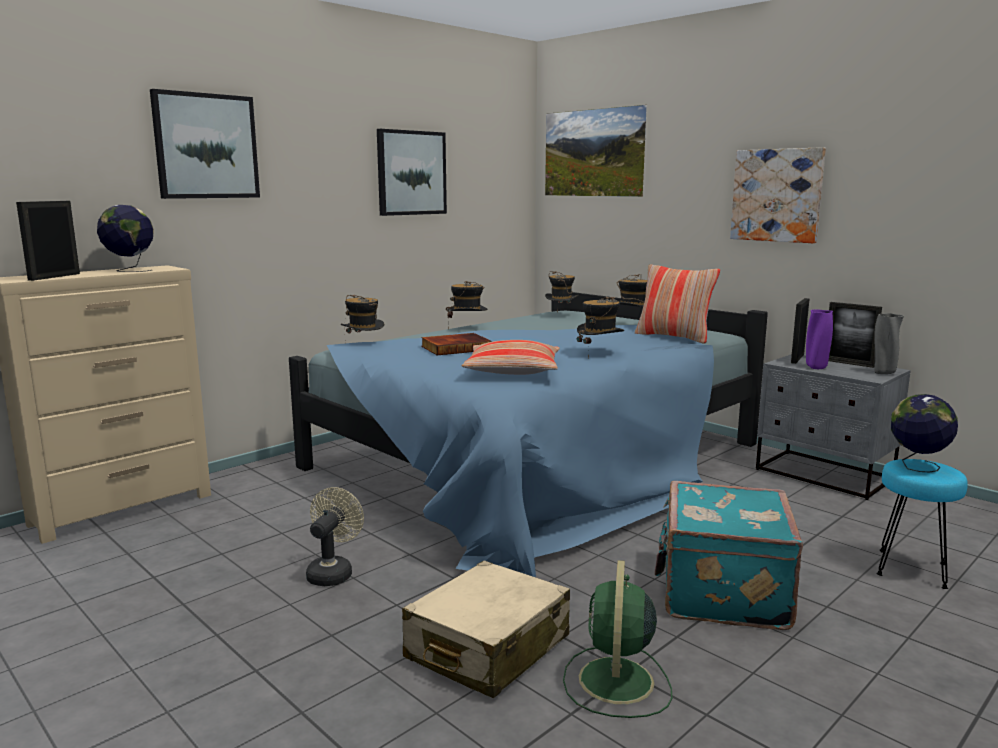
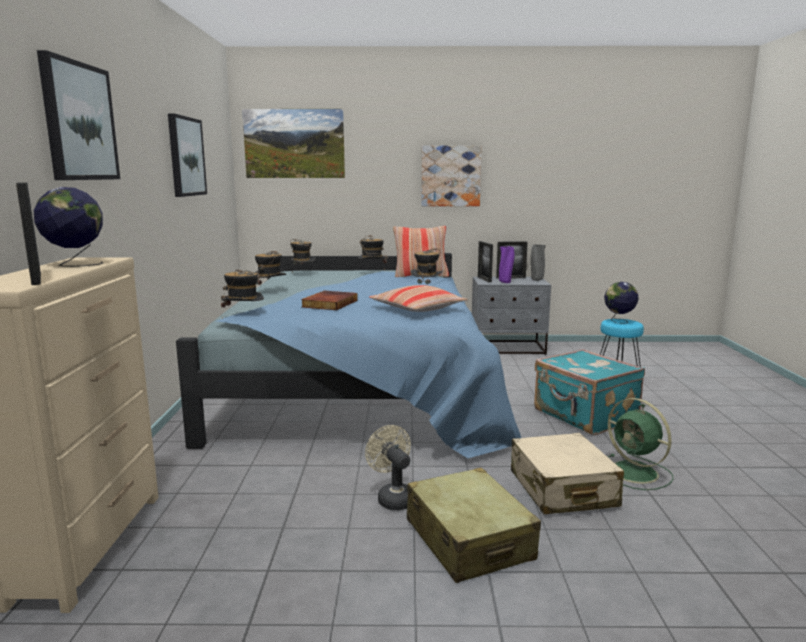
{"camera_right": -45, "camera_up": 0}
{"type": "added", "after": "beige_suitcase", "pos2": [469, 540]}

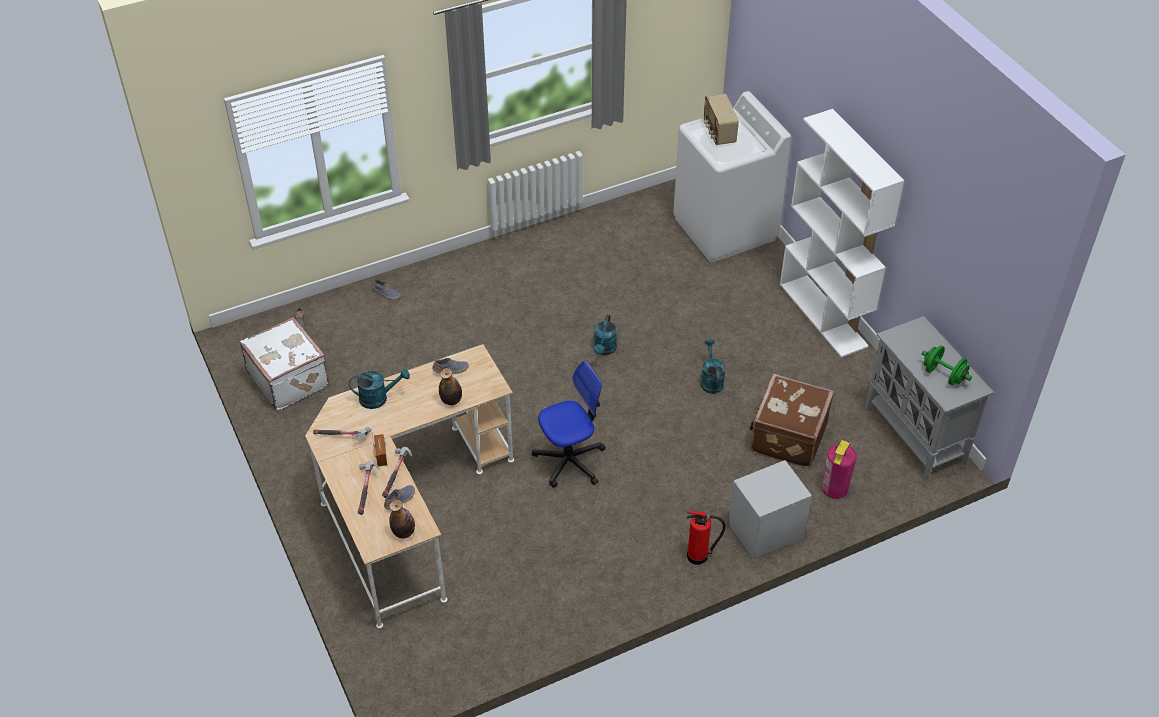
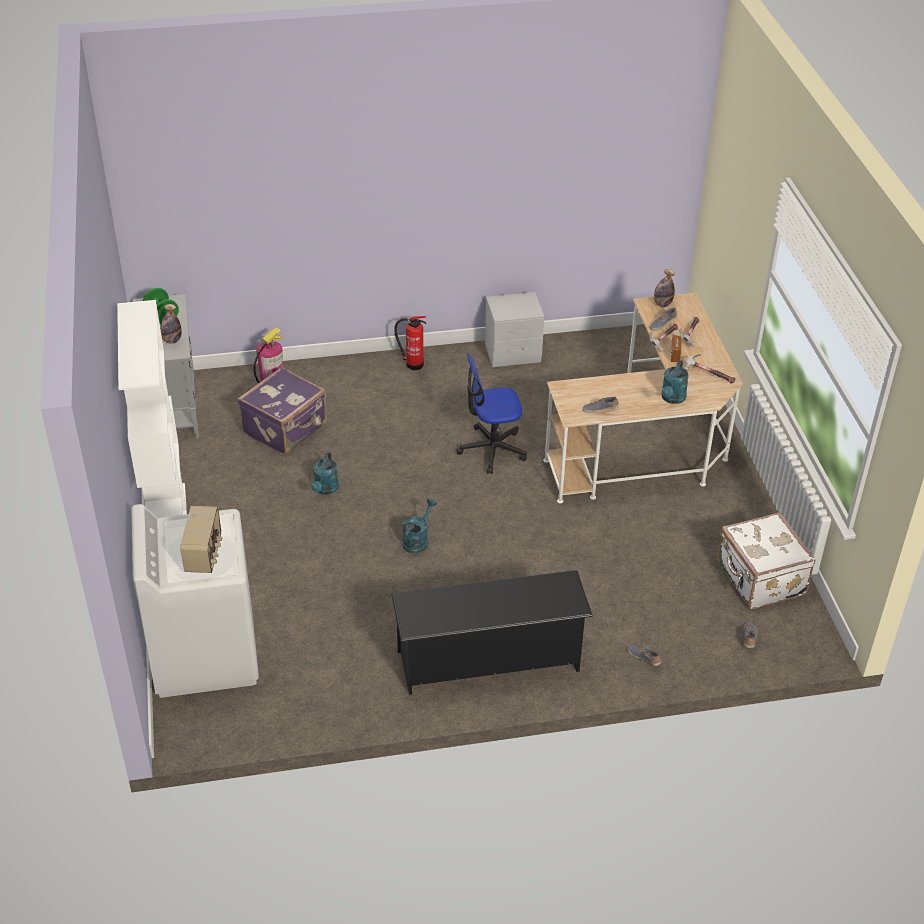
{"camera_right": -165, "camera_up": -5}
{"type": "turned", "before": "turquoise_watering_can", "pos1": [379, 398], "pos2": [672, 399], "turn": -75}
{"type": "moved", "before": "bottle", "pos1": [451, 400], "pos2": [172, 340]}
{"type": "recoloured", "before": "brown_suitcase", "after": "purple_suitcase", "pos1": [787, 437], "pos2": [286, 429]}
{"type": "moved", "before": "grey_nightstand", "pos1": [765, 530], "pos2": [512, 353]}
{"type": "added", "after": "black_shoe_rack", "pos2": [489, 661]}

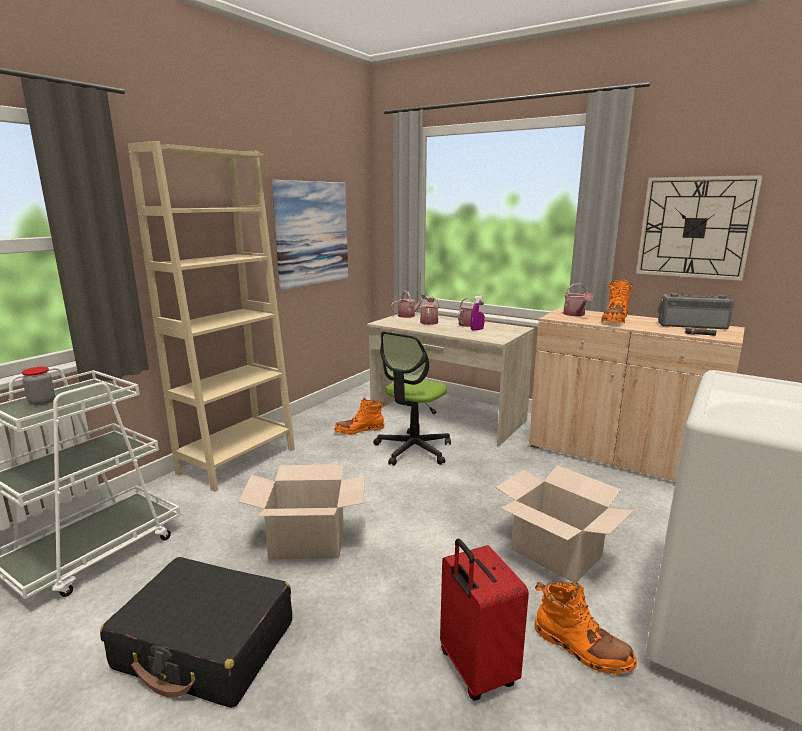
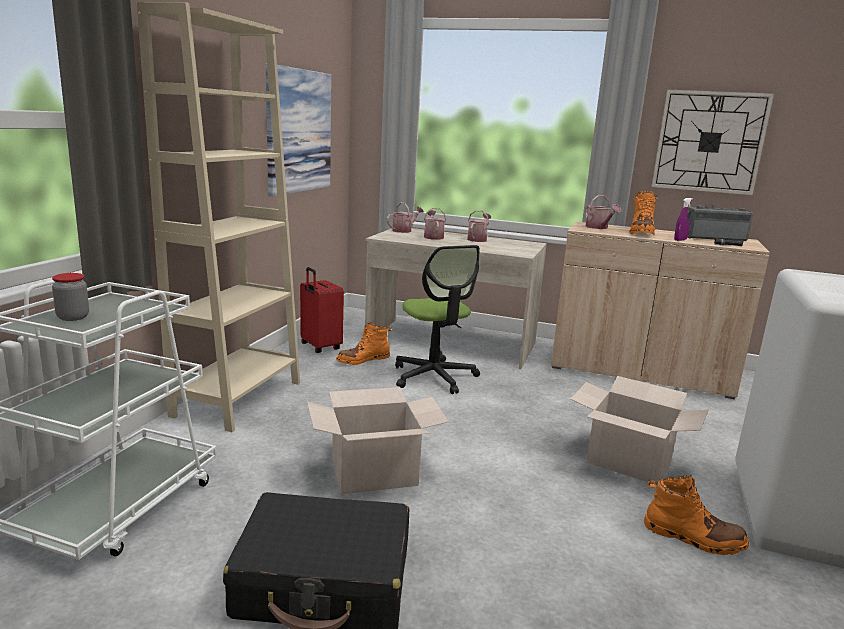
{"camera_right": -15, "camera_up": 0}
{"type": "moved", "before": "purple_spray_bottle", "pos1": [477, 329], "pos2": [680, 240]}
{"type": "turned", "before": "office_chair", "pos1": [413, 449], "pos2": [434, 377], "turn": -45}
{"type": "moved", "before": "red_suitcase", "pos1": [475, 670], "pos2": [319, 347]}

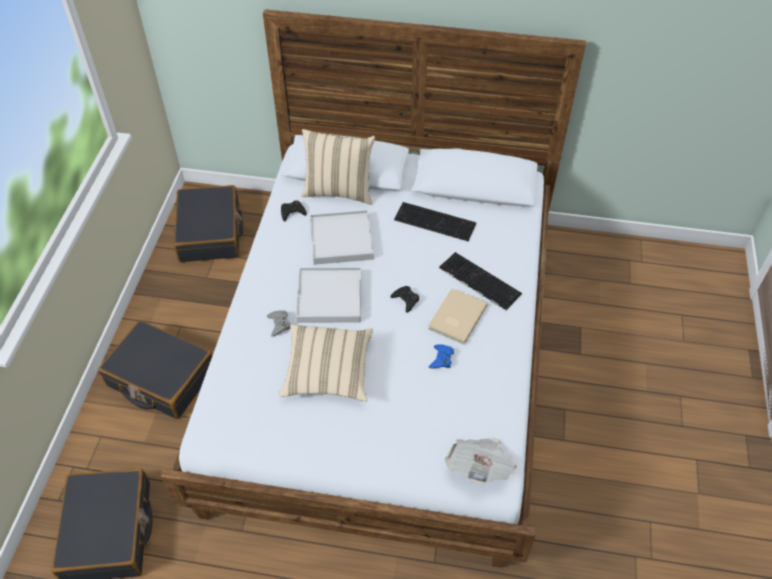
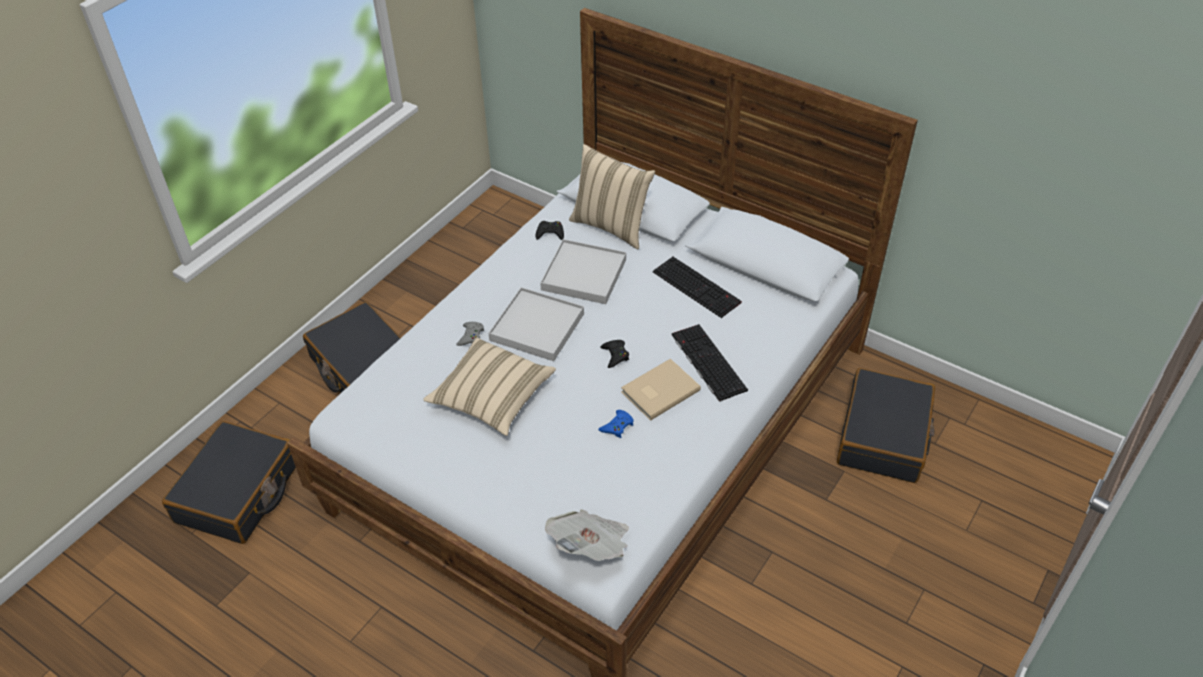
{"camera_right": 25, "camera_up": -5}
{"type": "moved", "before": "black_suitcase", "pos1": [210, 232], "pos2": [884, 436]}

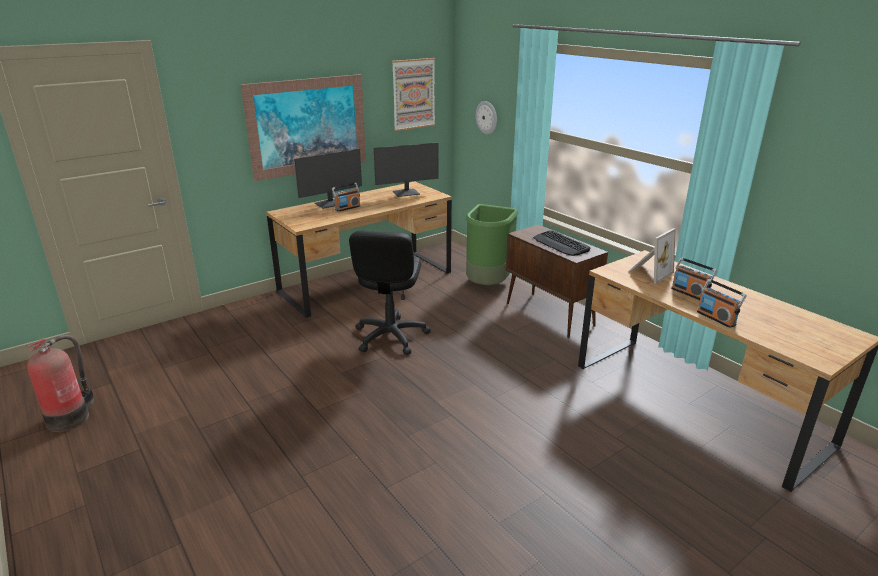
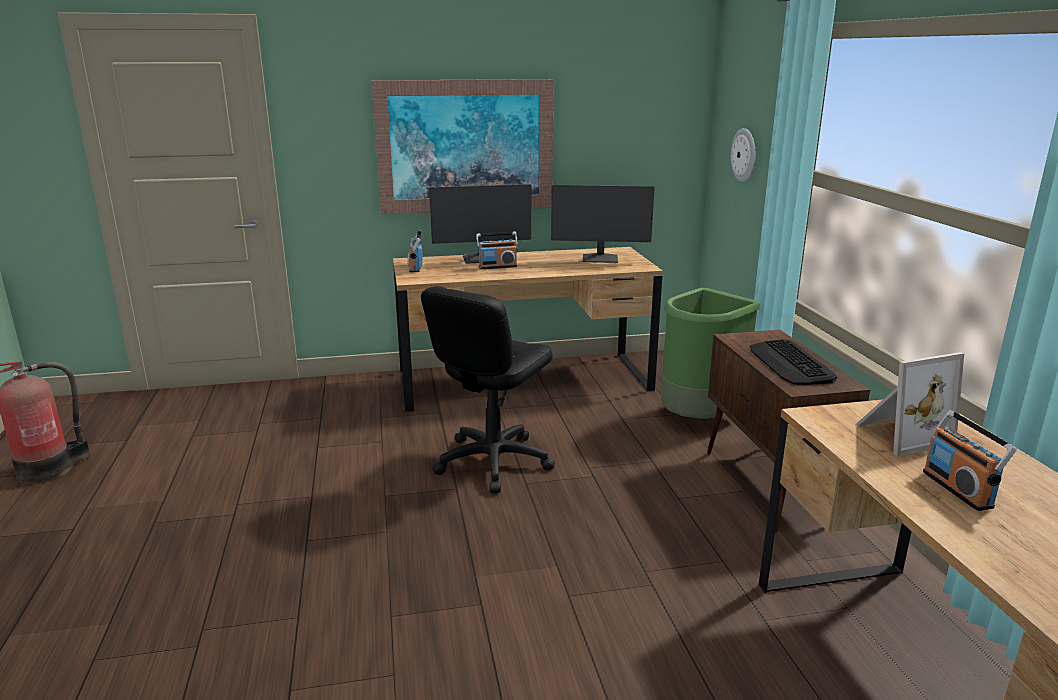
{"camera_right": 25, "camera_up": -5}
{"type": "removed", "before": "picture", "pos1": [413, 94]}
{"type": "moved", "before": "radio", "pos1": [716, 318], "pos2": [415, 267]}

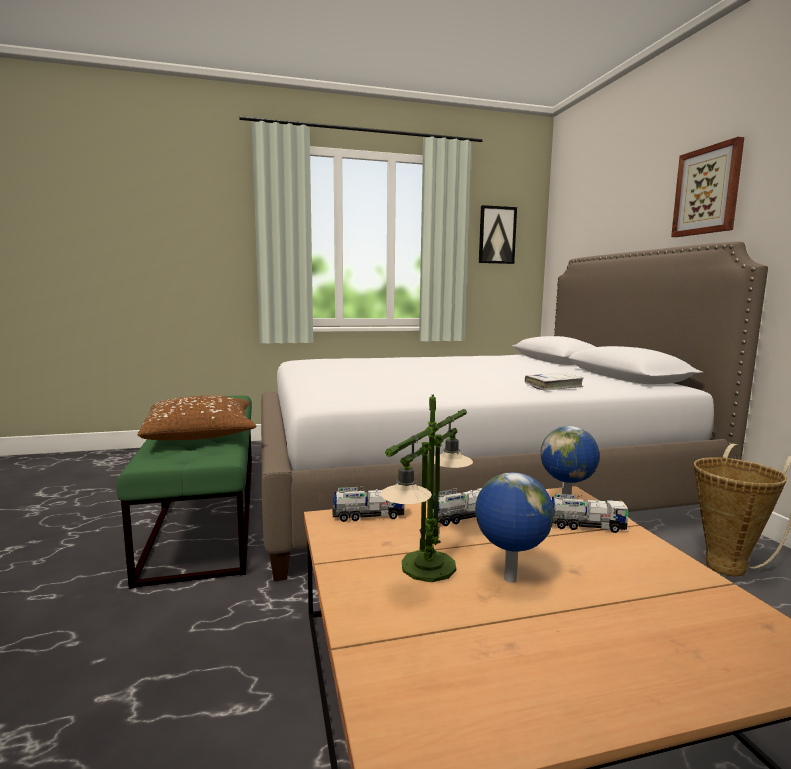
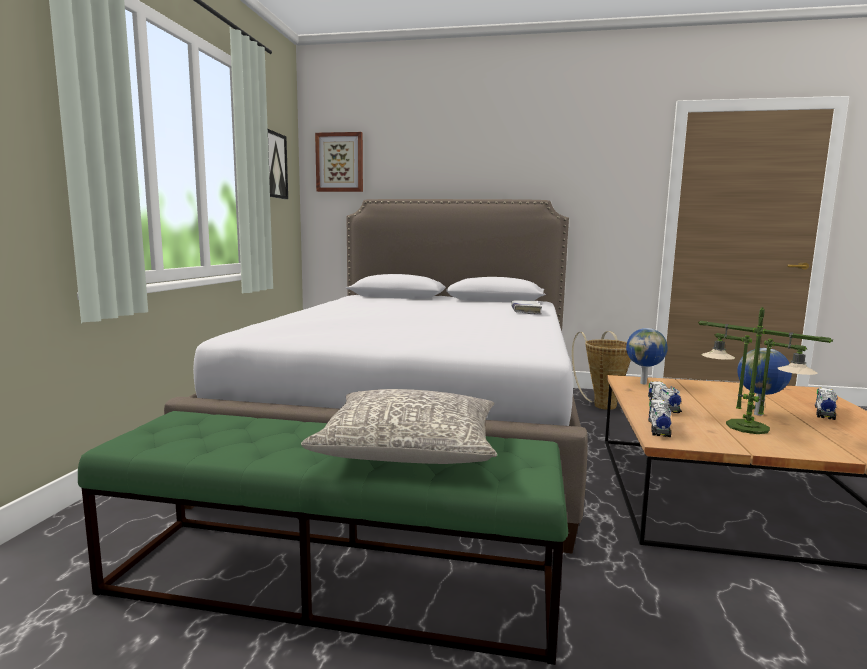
{"camera_right": -65, "camera_up": 0}
{"type": "moved", "before": "picture", "pos1": [707, 191], "pos2": [340, 162]}
{"type": "recoloured", "before": "brown_pillow", "after": "grey_pillow", "pos1": [201, 435], "pos2": [409, 448]}
{"type": "moved", "before": "toy_truck", "pos1": [586, 526], "pos2": [824, 413]}

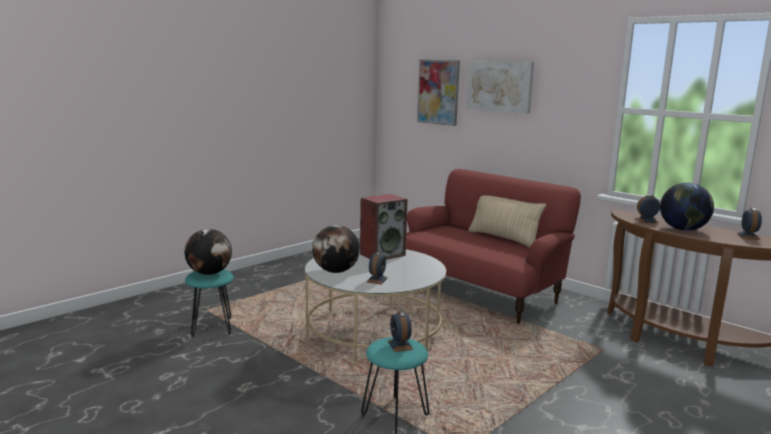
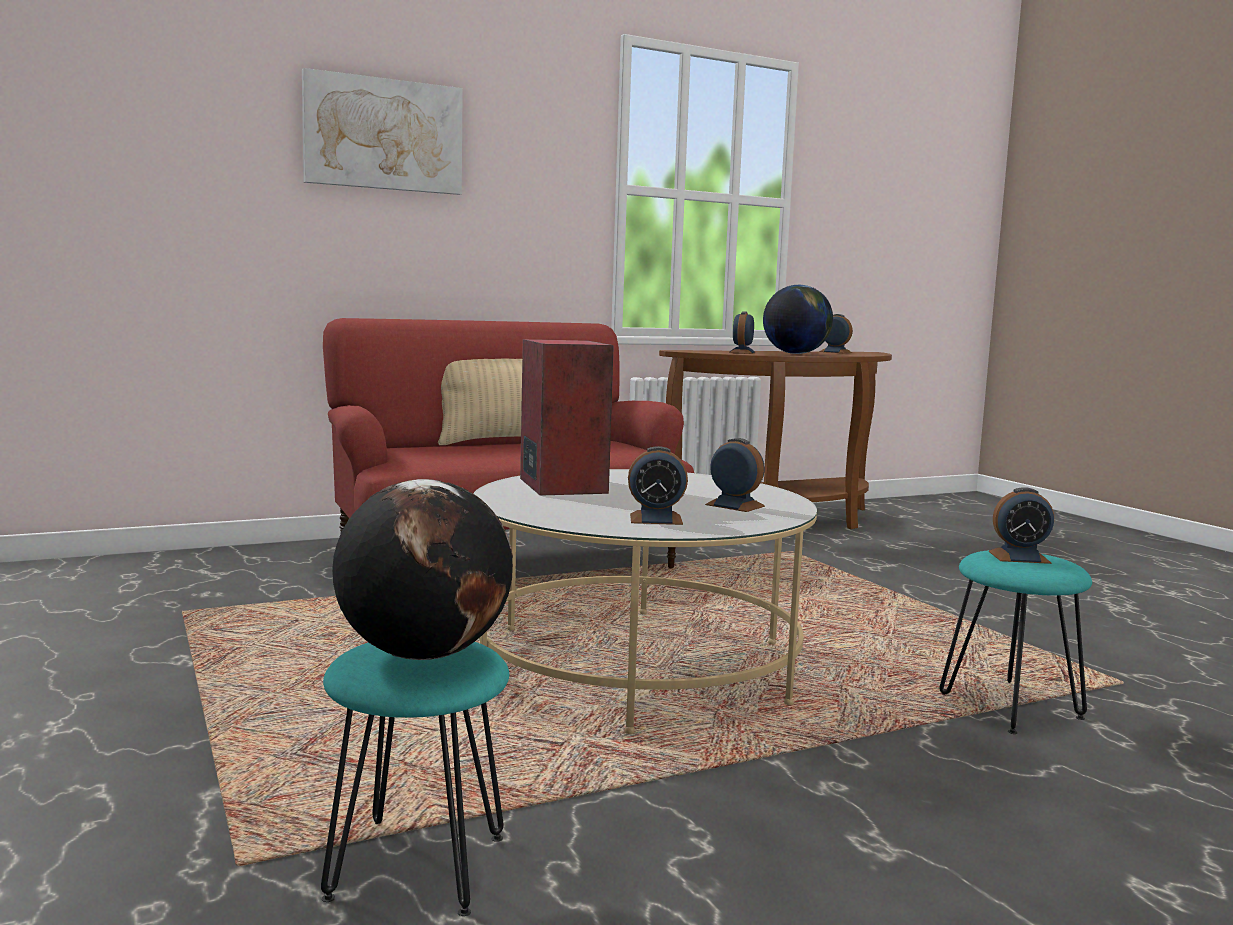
{"camera_right": -70, "camera_up": -5}
{"type": "removed", "before": "picture", "pos1": [438, 92]}
{"type": "replaced", "before": "globe", "after": "alarm_clock", "pos1": [336, 271], "pos2": [656, 519]}

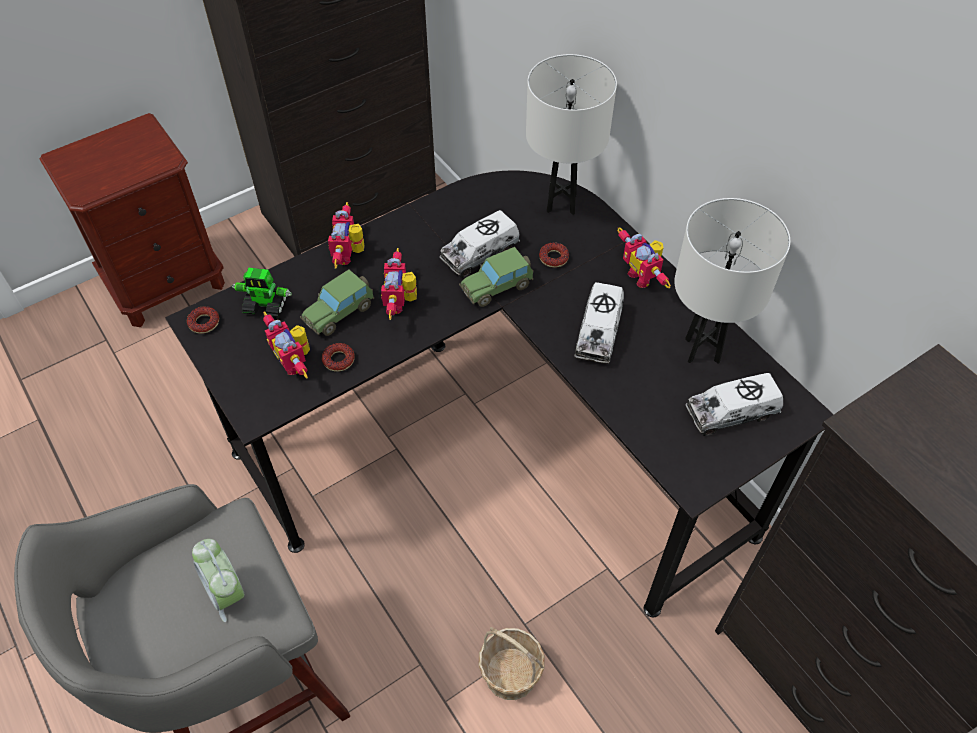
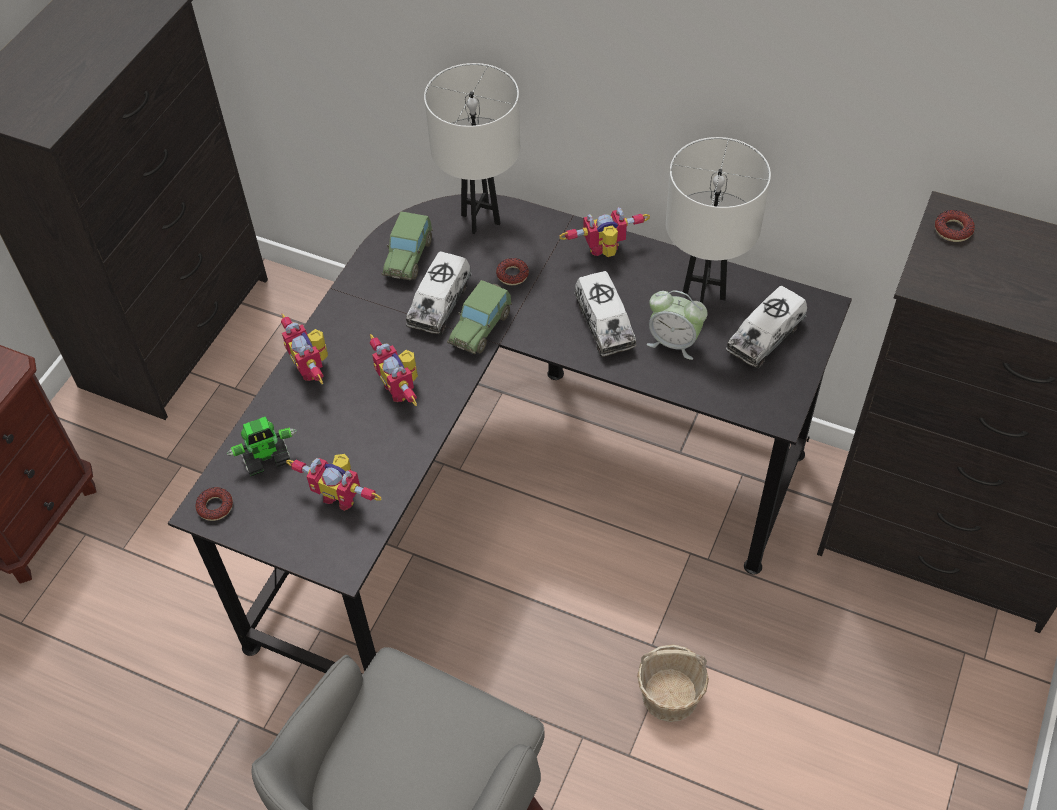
{"camera_right": -30, "camera_up": 0}
{"type": "turned", "before": "toy_robot", "pos1": [643, 276], "pos2": [605, 253], "turn": 135}
{"type": "moved", "before": "toy_car", "pos1": [340, 313], "pos2": [409, 257]}
{"type": "moved", "before": "donut", "pos1": [339, 360], "pos2": [953, 230]}
{"type": "moved", "before": "alarm_clock", "pos1": [226, 592], "pos2": [674, 342]}

